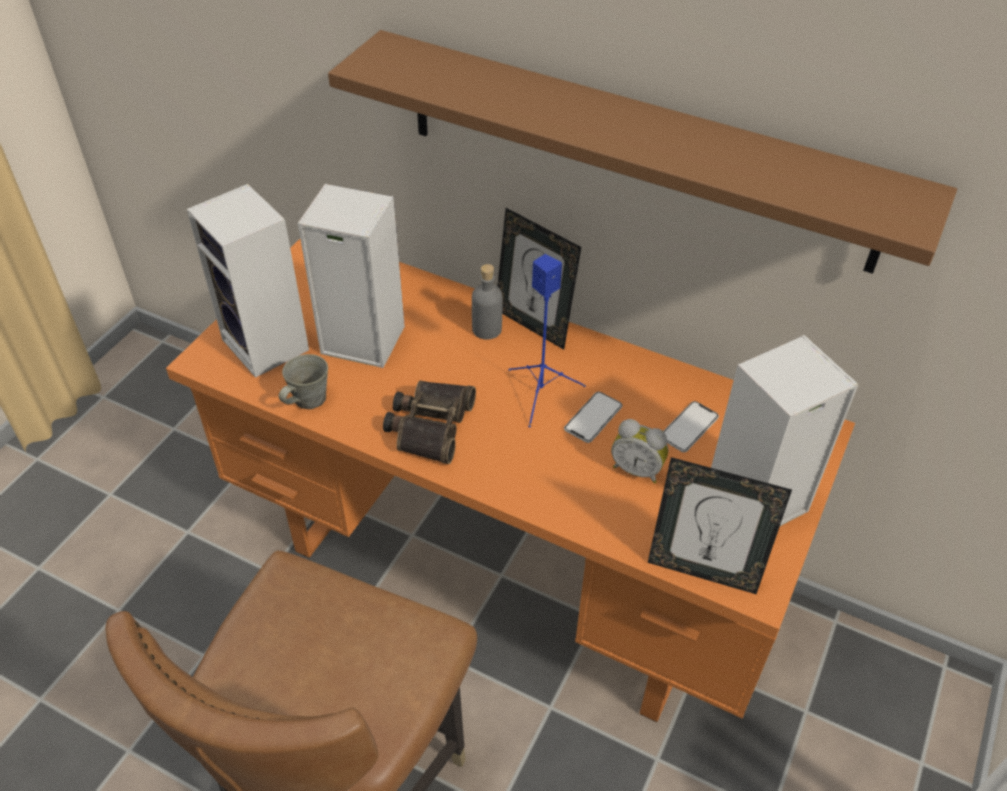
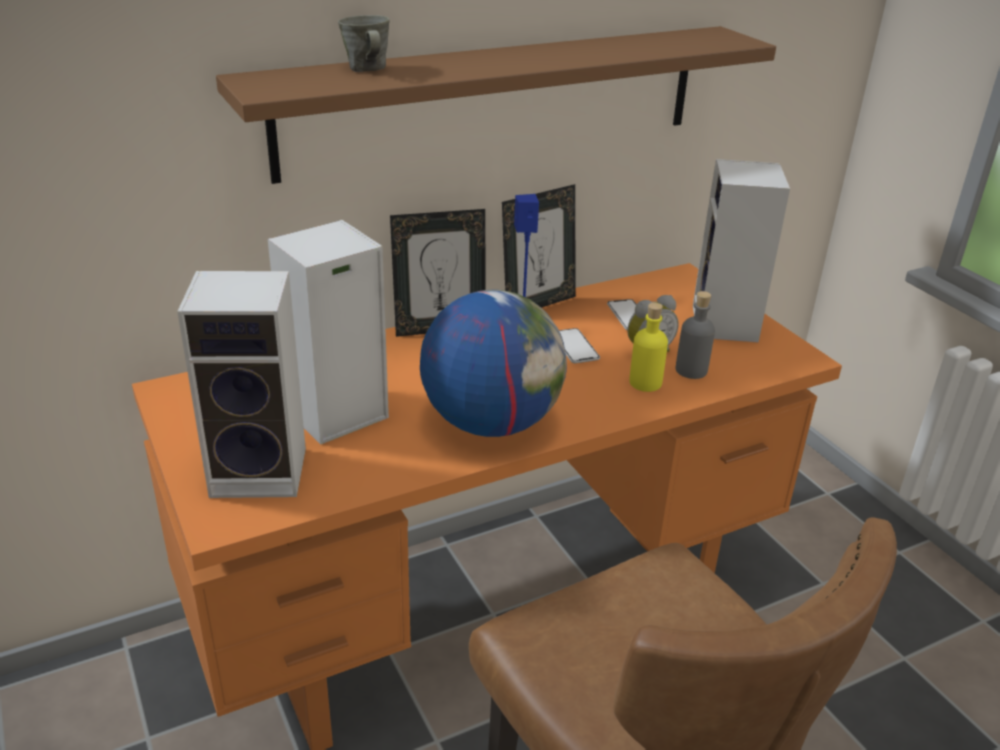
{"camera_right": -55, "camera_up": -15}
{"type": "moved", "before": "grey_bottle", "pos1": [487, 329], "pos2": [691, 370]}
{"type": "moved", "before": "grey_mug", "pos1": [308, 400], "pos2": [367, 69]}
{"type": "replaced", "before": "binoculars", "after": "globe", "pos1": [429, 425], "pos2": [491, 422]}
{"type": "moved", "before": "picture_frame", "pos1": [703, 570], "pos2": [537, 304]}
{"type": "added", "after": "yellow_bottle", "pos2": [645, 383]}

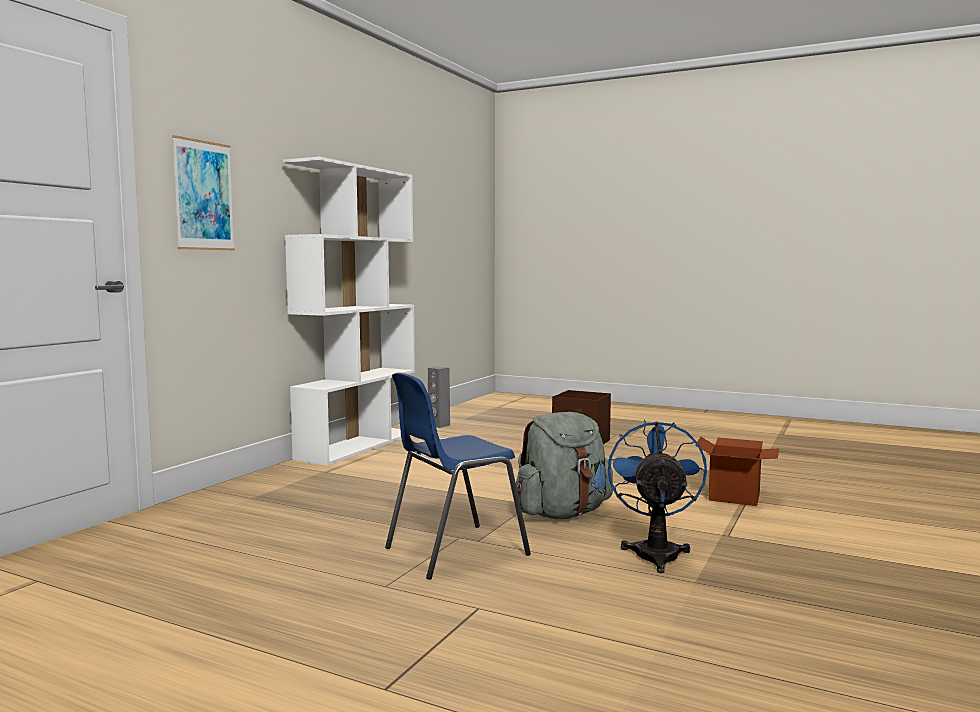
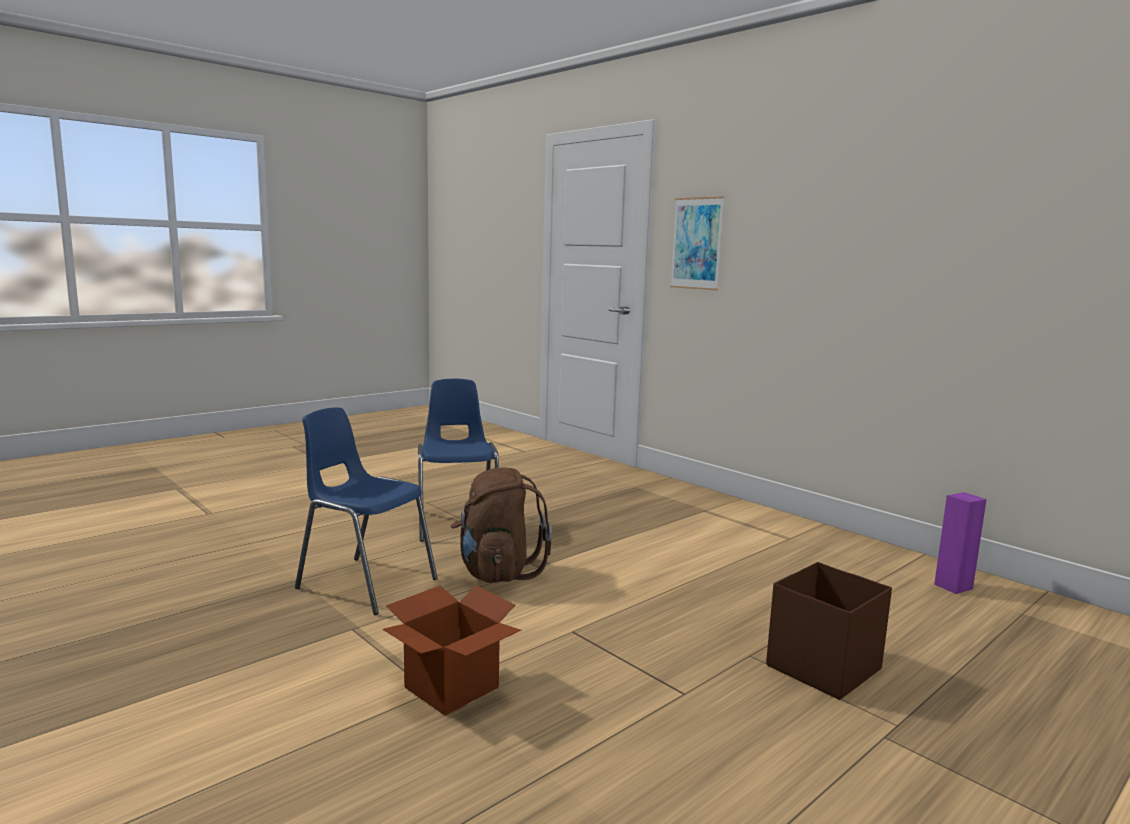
{"camera_right": 110, "camera_up": 5}
{"type": "removed", "before": "white_bookcase", "pos1": [358, 445]}
{"type": "recoloured", "before": "grey_speaker", "after": "purple_speaker", "pos1": [438, 425], "pos2": [952, 586]}
{"type": "recoloured", "before": "grey_backpack", "after": "brown_backpack", "pos1": [562, 513], "pos2": [497, 573]}
{"type": "replaced", "before": "blue_fan", "after": "blue_chair", "pos1": [655, 552], "pos2": [365, 584]}

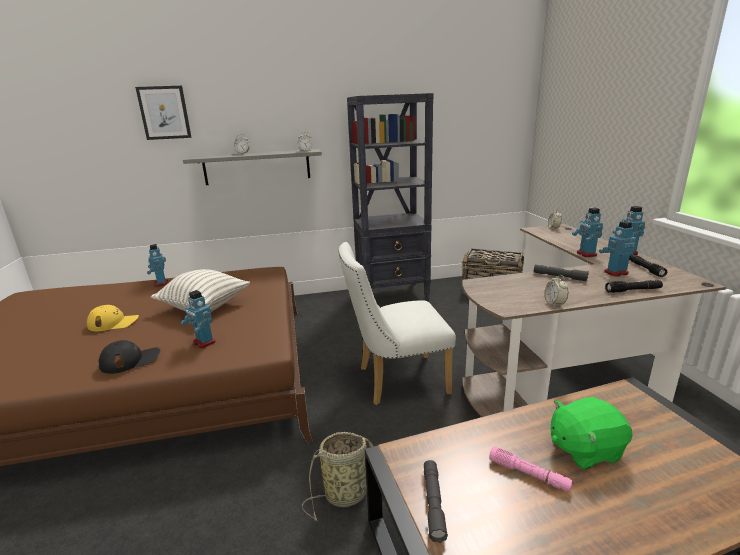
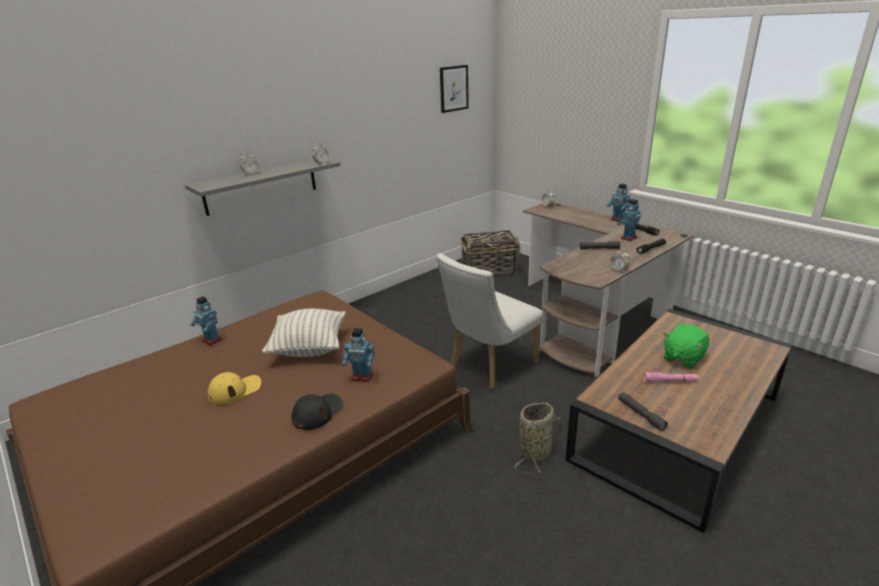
{"camera_right": -30, "camera_up": 5}
{"type": "moved", "before": "picture", "pos1": [164, 113], "pos2": [453, 88]}
{"type": "removed", "before": "black_bookcase", "pos1": [393, 296]}
{"type": "removed", "before": "toy_robot", "pos1": [586, 254]}

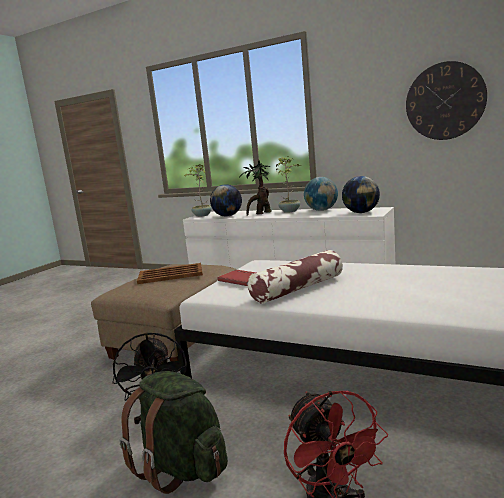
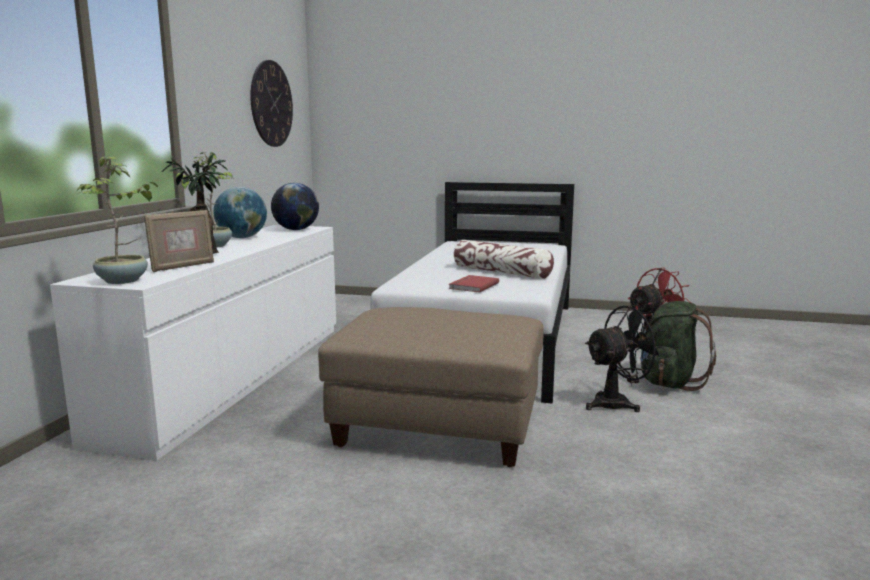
{"camera_right": -105, "camera_up": 0}
{"type": "replaced", "before": "globe", "after": "picture_frame", "pos1": [227, 216], "pos2": [182, 267]}
{"type": "removed", "before": "brown_tray", "pos1": [171, 274]}

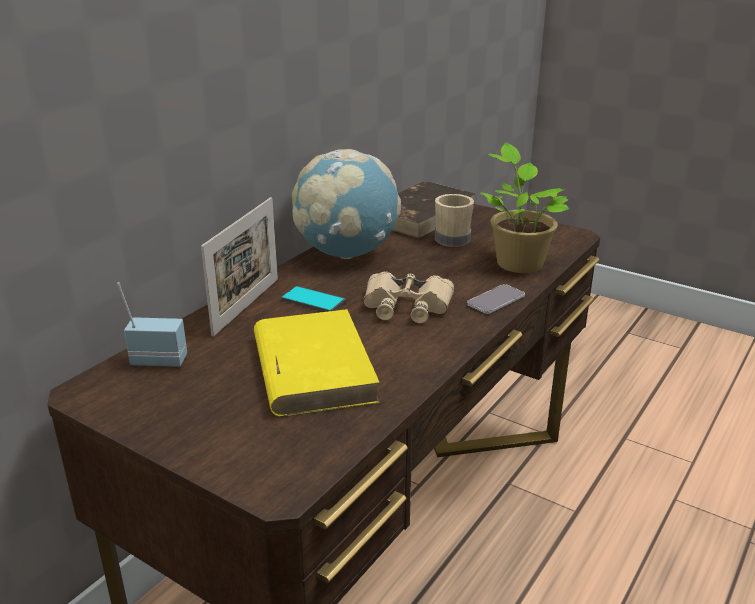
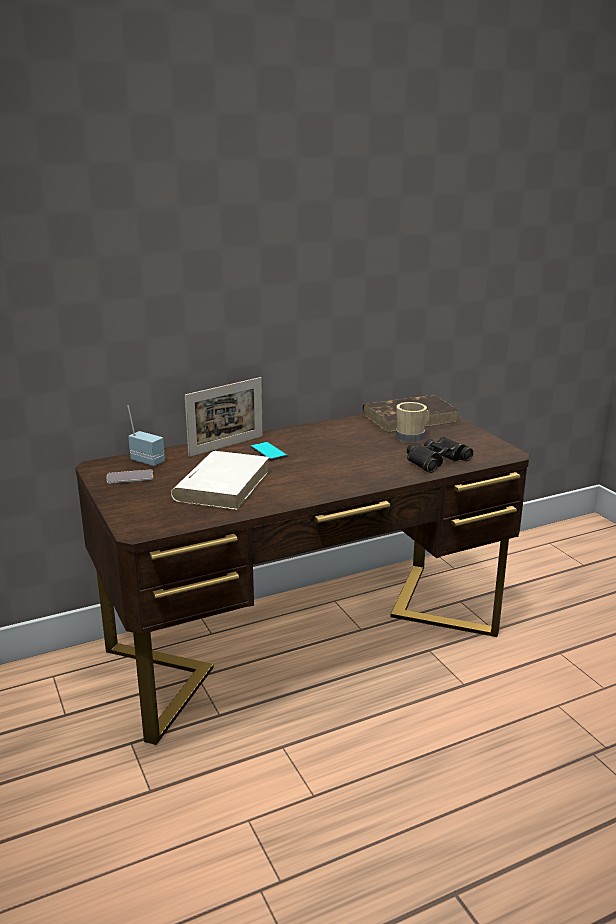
{"camera_right": 30, "camera_up": -5}
{"type": "replaced", "before": "potted_plant", "after": "black_binoculars", "pos1": [517, 262], "pos2": [436, 460]}
{"type": "removed", "before": "globe", "pos1": [346, 253]}
{"type": "removed", "before": "beige_binoculars", "pos1": [407, 306]}
{"type": "moved", "before": "phone", "pos1": [496, 300], "pos2": [130, 478]}
{"type": "recoloured", "before": "yellow_book", "after": "white_book", "pos1": [312, 368], "pos2": [223, 484]}

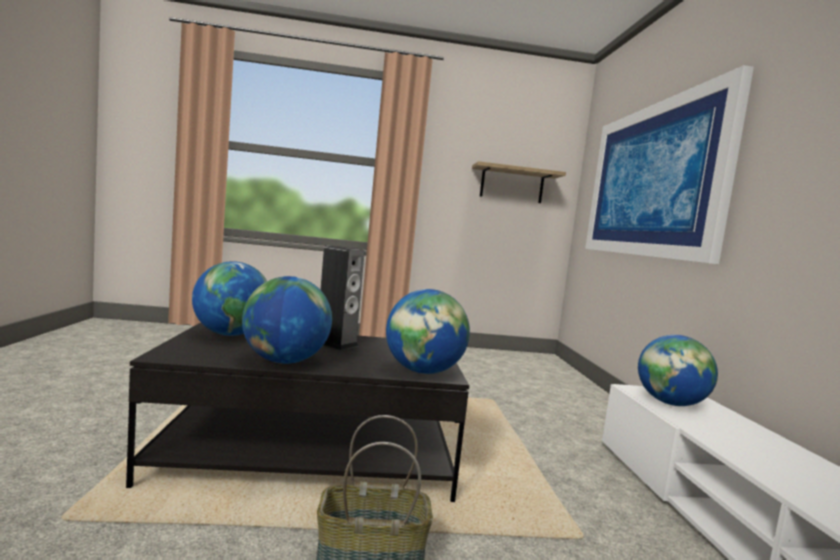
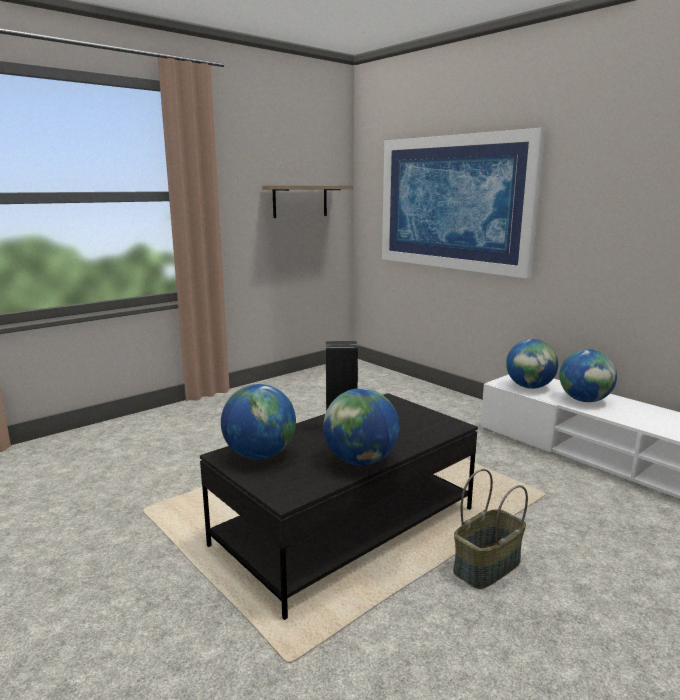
{"camera_right": -35, "camera_up": 10}
{"type": "moved", "before": "globe", "pos1": [423, 371], "pos2": [584, 400]}

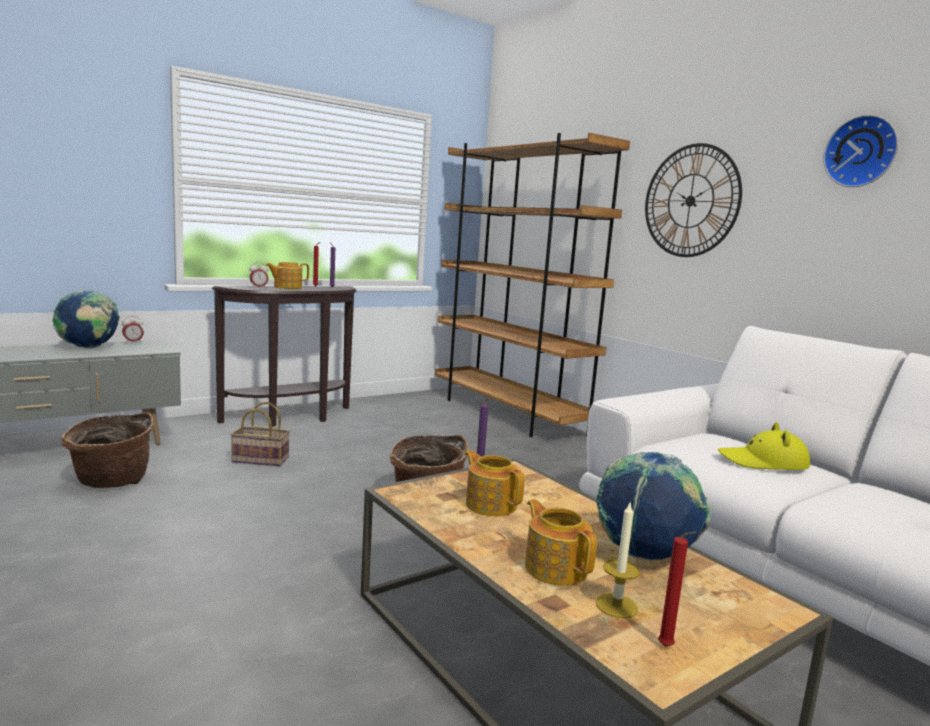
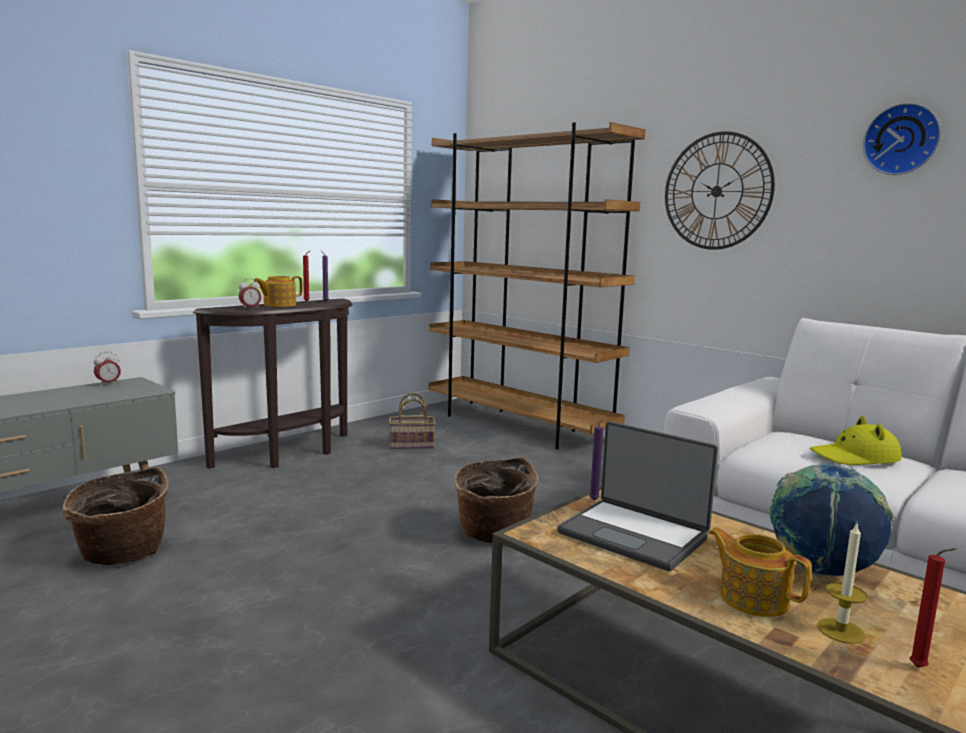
{"camera_right": -10, "camera_up": 0}
{"type": "removed", "before": "globe", "pos1": [89, 348]}
{"type": "moved", "before": "basket", "pos1": [259, 460], "pos2": [410, 445]}
{"type": "replaced", "before": "teapot", "after": "laptop", "pos1": [490, 504], "pos2": [634, 535]}

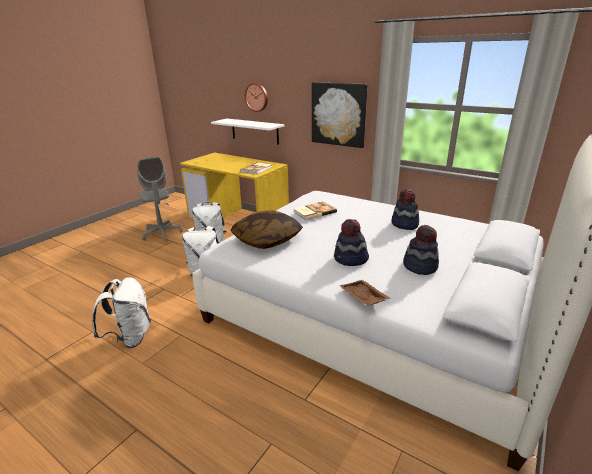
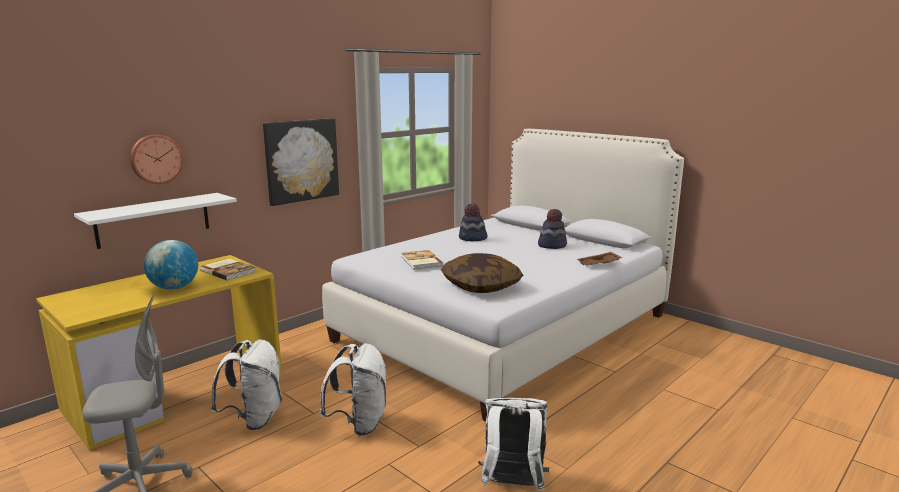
{"camera_right": -80, "camera_up": -10}
{"type": "removed", "before": "hat", "pos1": [350, 259]}
{"type": "added", "after": "globe", "pos2": [174, 288]}

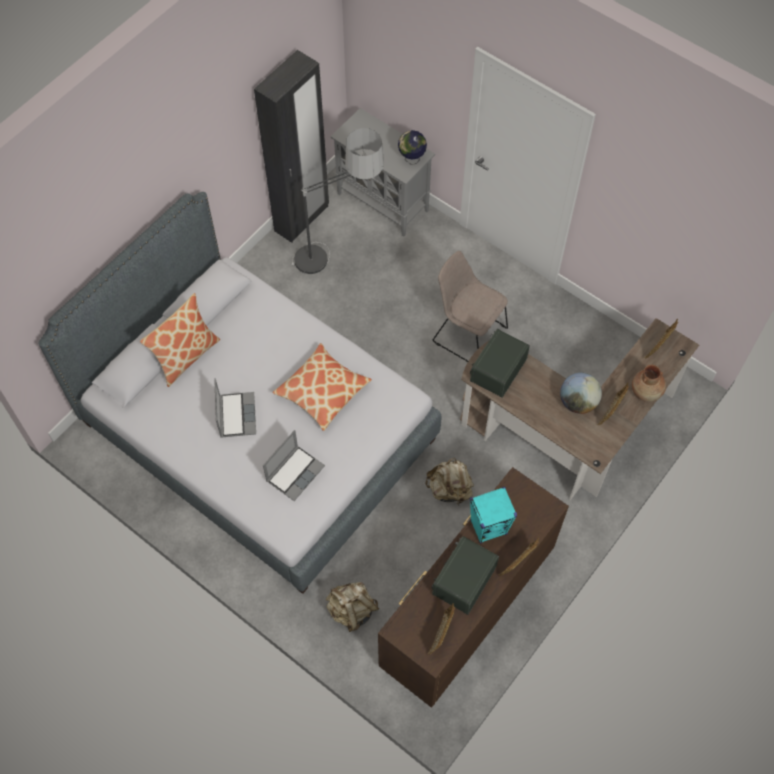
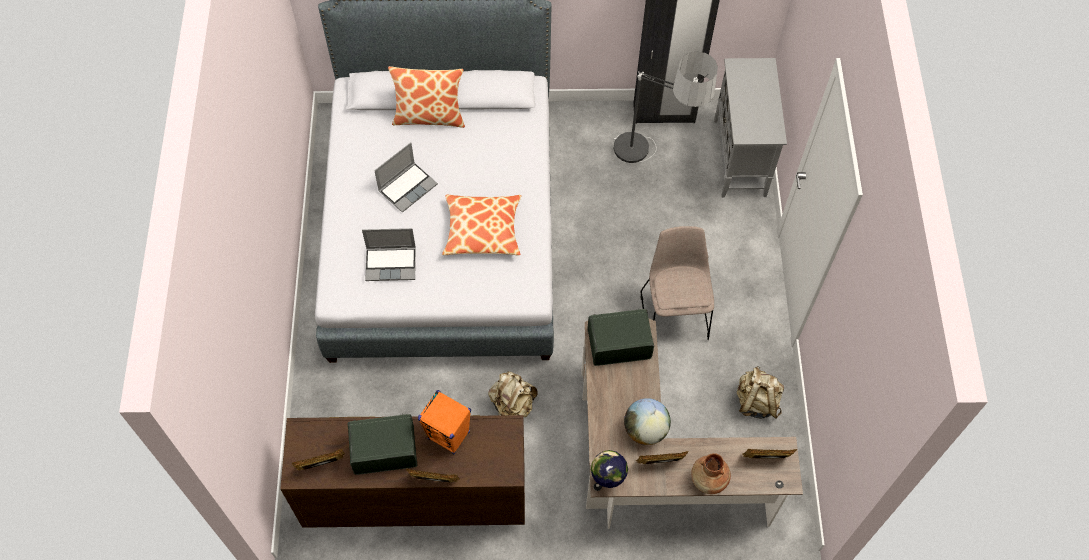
{"camera_right": 50, "camera_up": 0}
{"type": "moved", "before": "globe", "pos1": [411, 159], "pos2": [607, 478]}
{"type": "recoloured", "before": "turquoise_speaker", "after": "orange_speaker", "pos1": [488, 527], "pos2": [449, 436]}
{"type": "moved", "before": "beige_backpack", "pos1": [352, 610], "pos2": [756, 401]}

